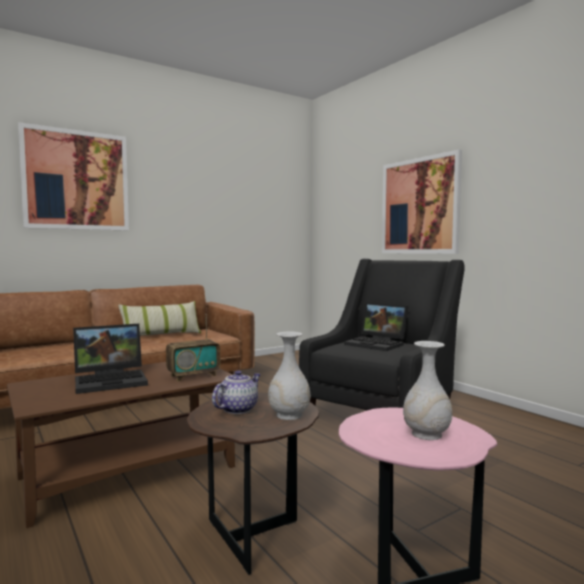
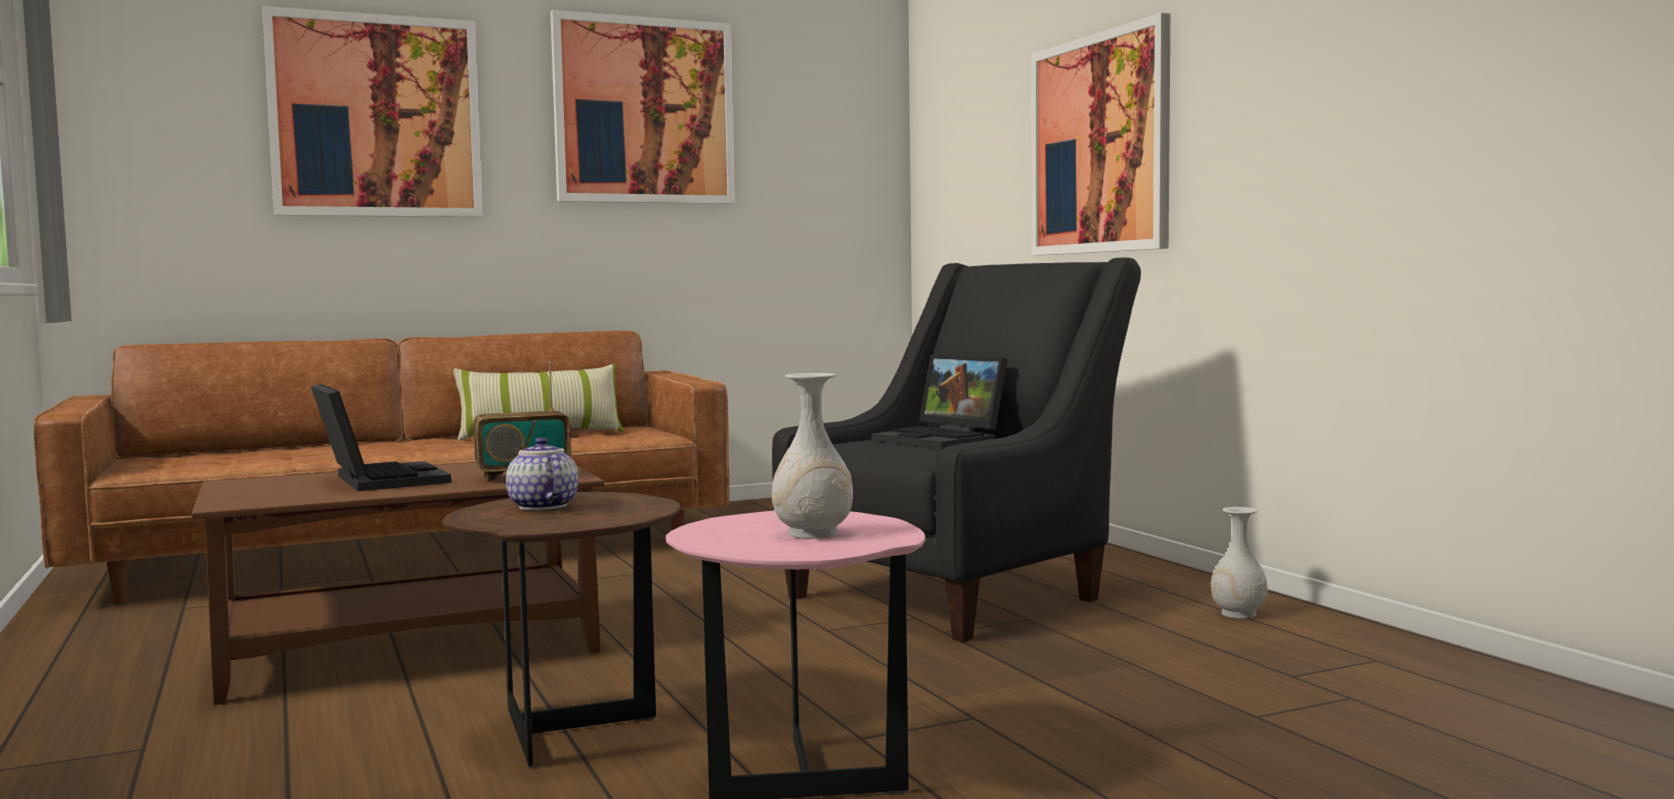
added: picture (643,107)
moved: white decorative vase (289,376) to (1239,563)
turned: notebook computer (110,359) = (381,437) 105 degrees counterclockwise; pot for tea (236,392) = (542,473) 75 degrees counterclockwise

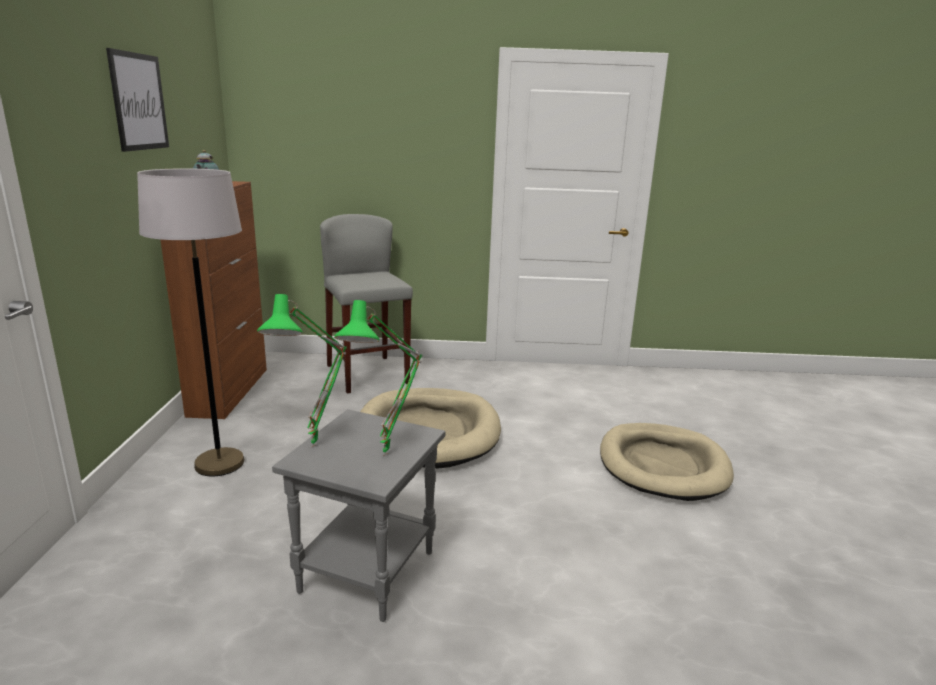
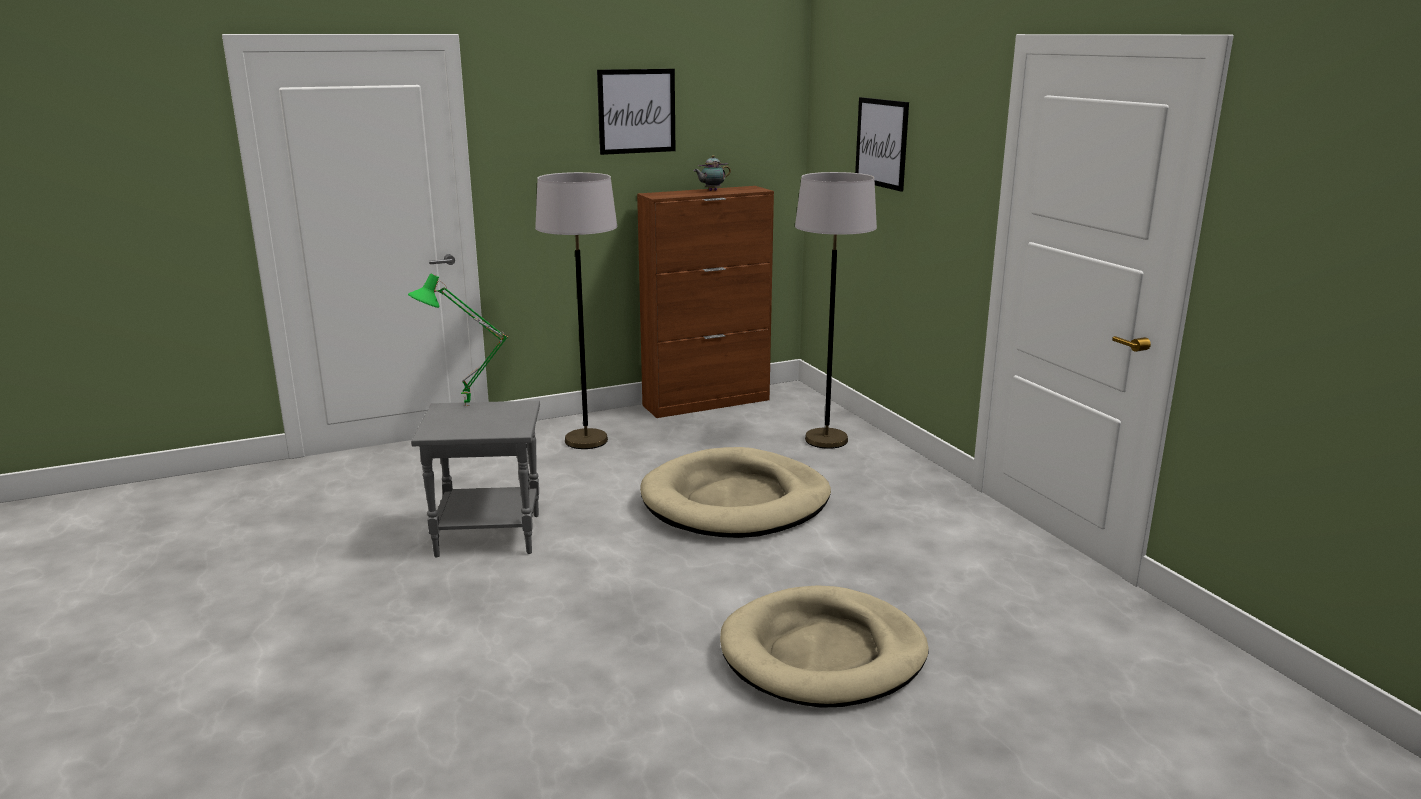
removed: green lamp for a table (378,378)
added: picture (882,144)
replaced: grey stool seat (366,303) to grey standard lamp (836,310)

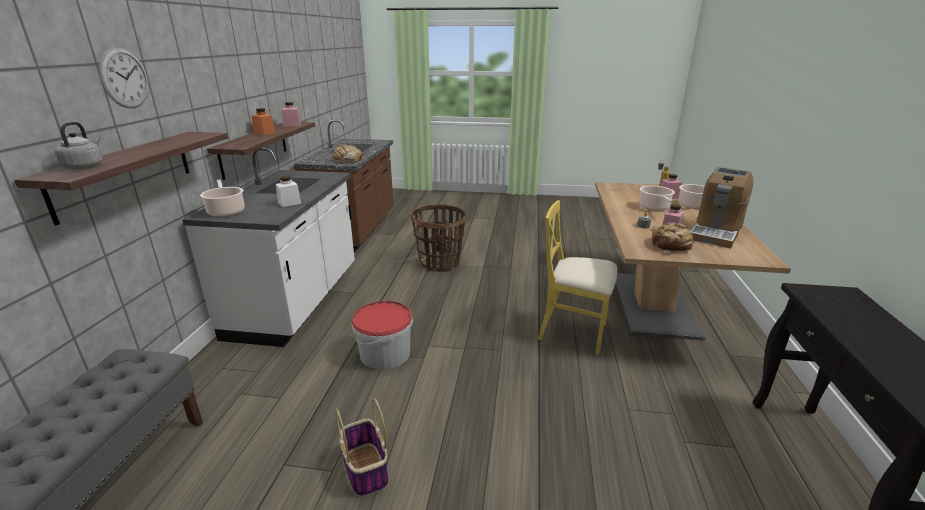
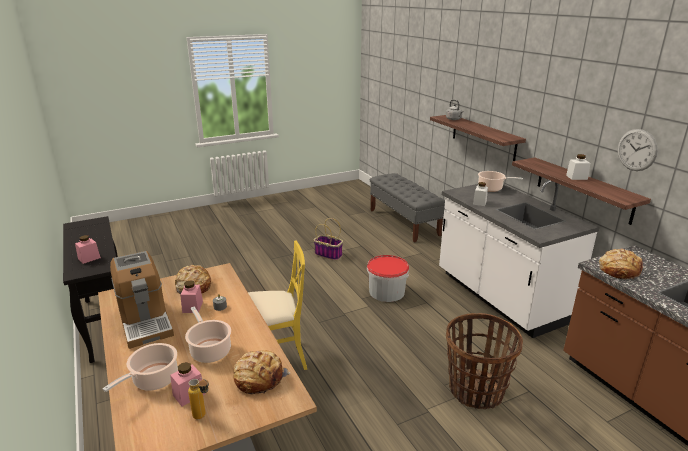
added: baked bread (262,372)
moved: wall clock (123,77) to (637,150); pinkish jar (291,114) to (88,249)
recoloured: orange-coloured jar (264,121) to white jar (578,167)
turned: coffee machine (722,208) = (142,300) 150 degrees clockwise

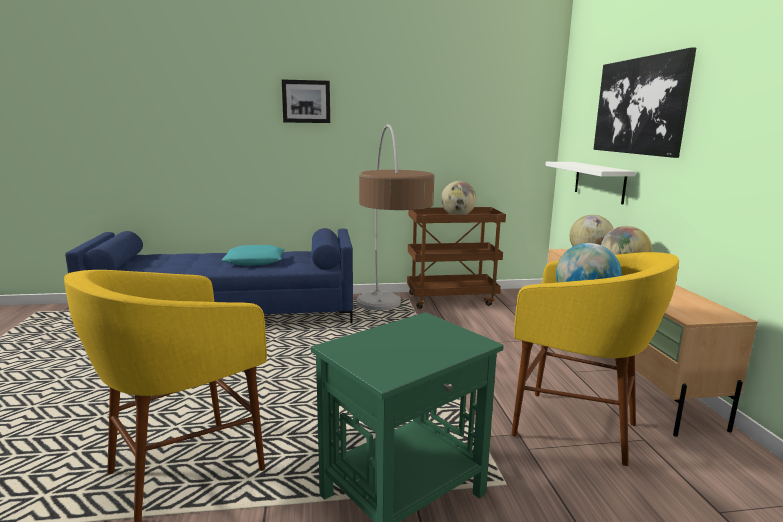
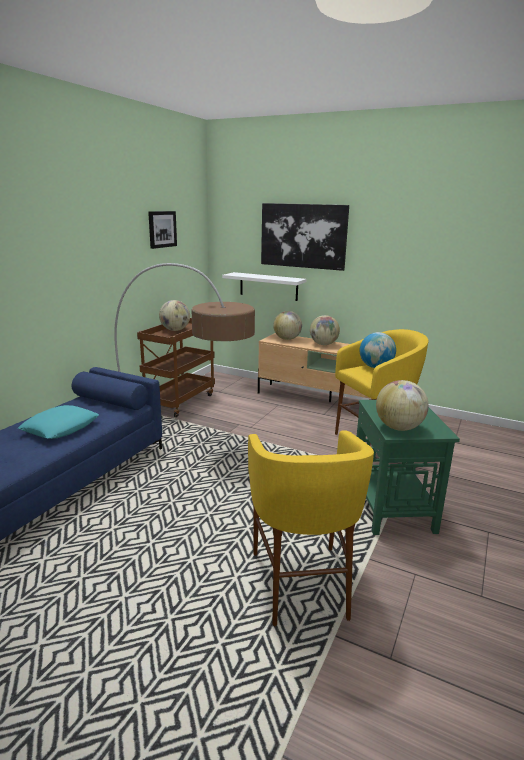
added: desk globe (402,405)
moved: picture (306,101) to (162,230)

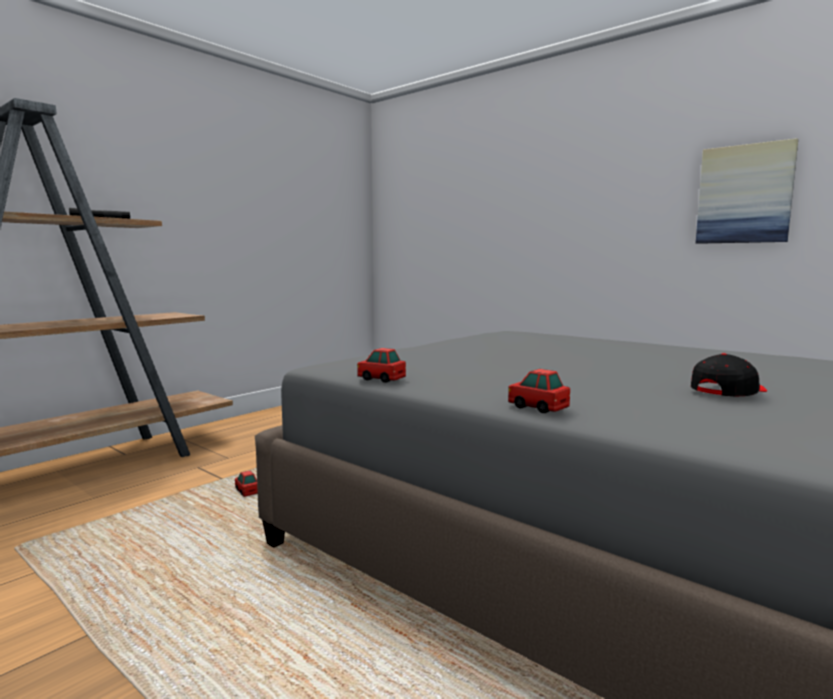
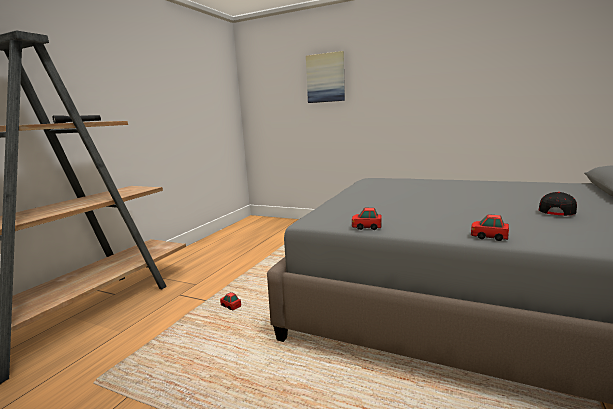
moved: picture (747,191) to (325,77)

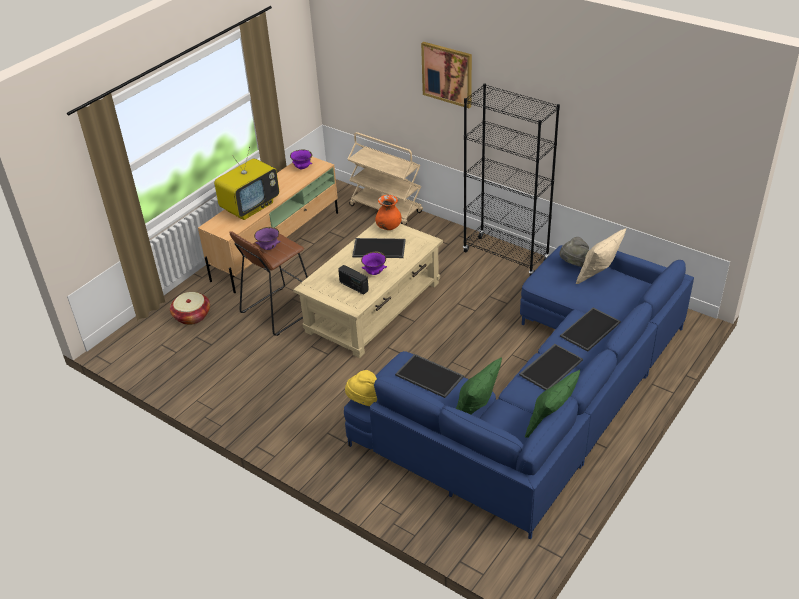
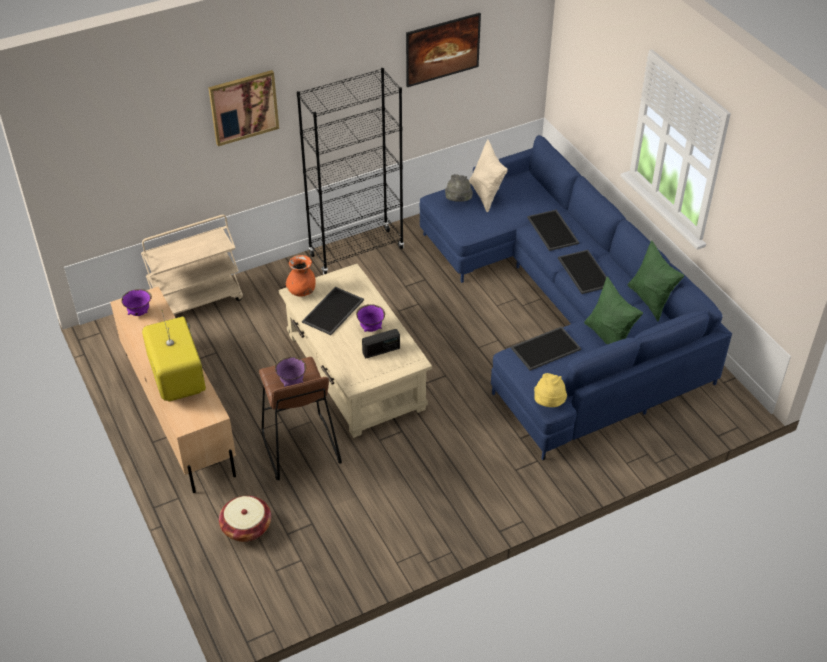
added: picture (443,50)

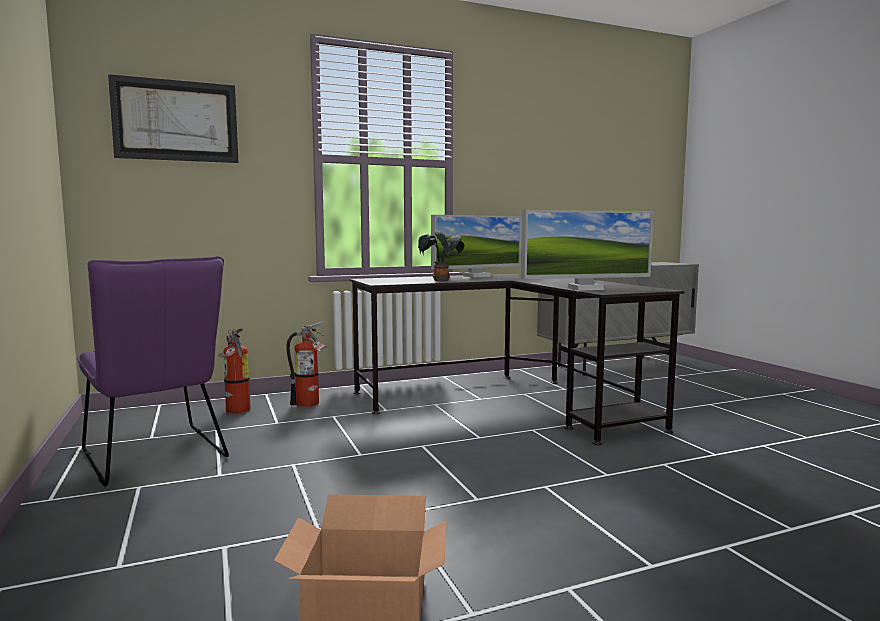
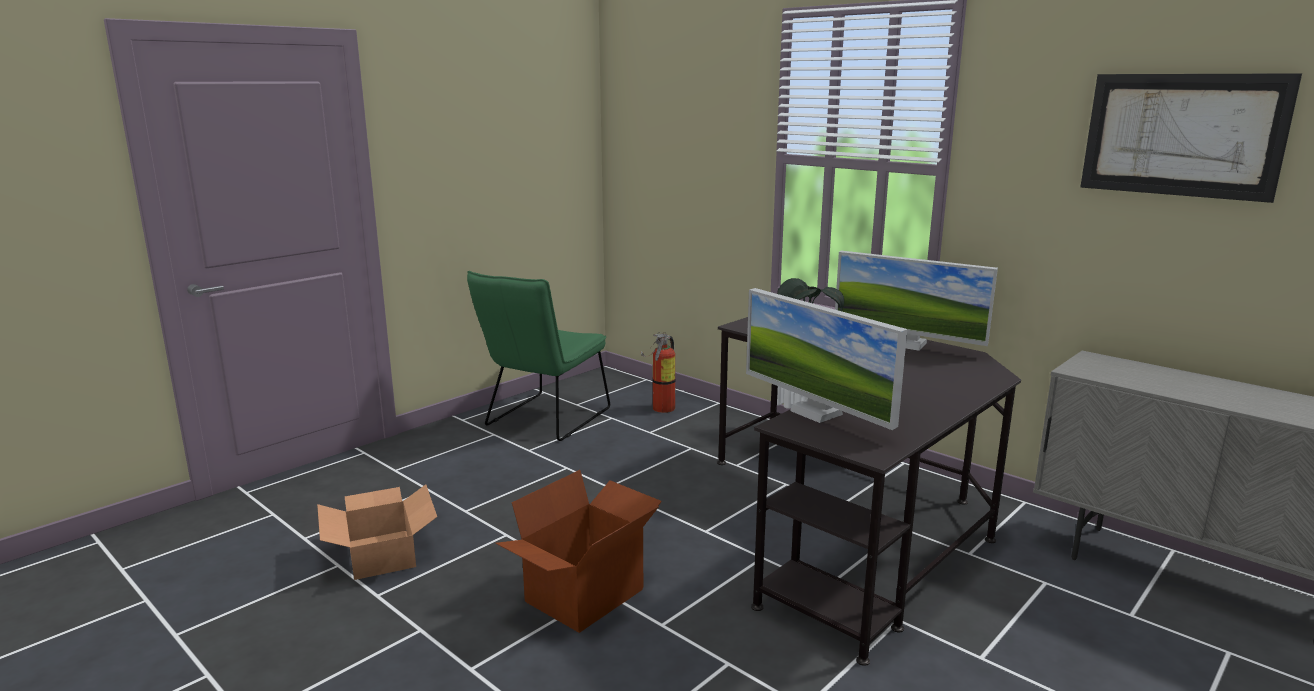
removed: extinguisher (307,364)
added: packing box (578,551)
moved: picture (173,118) to (1191,138)
recoloured: purple upright chair (153,371) to green upright chair (538,356)

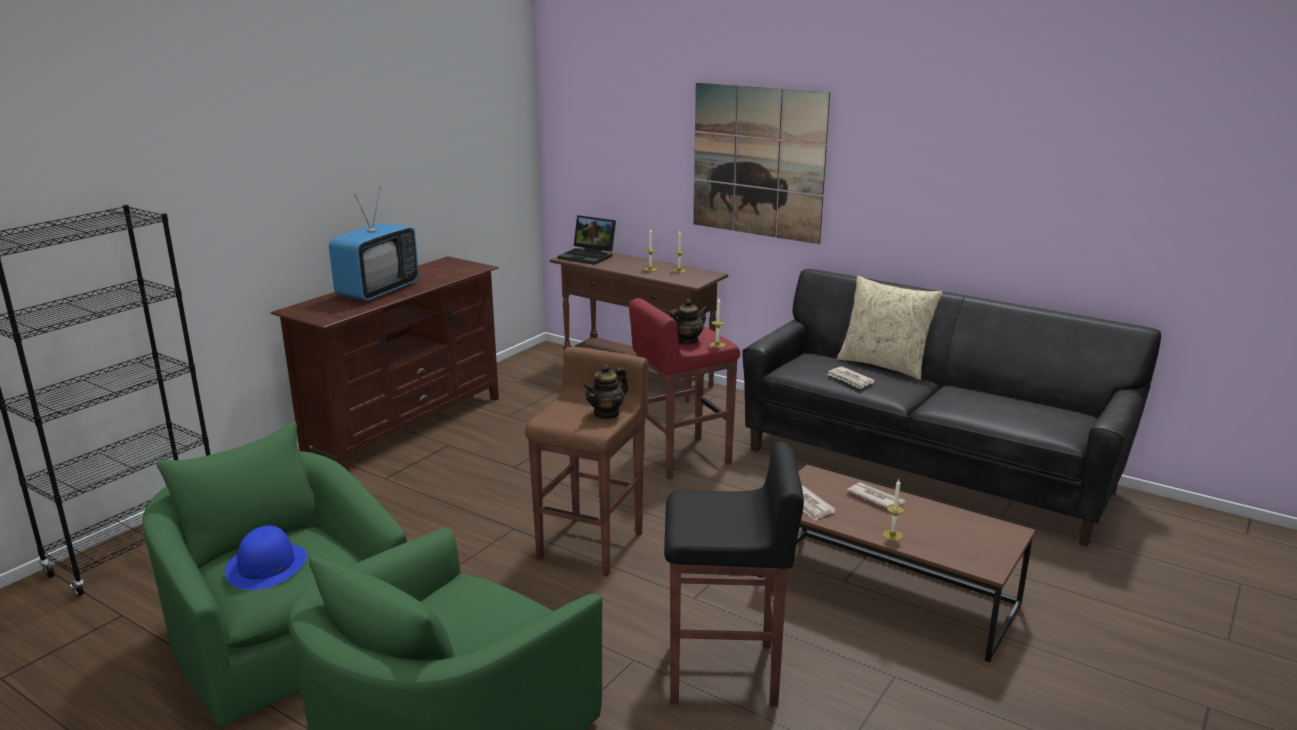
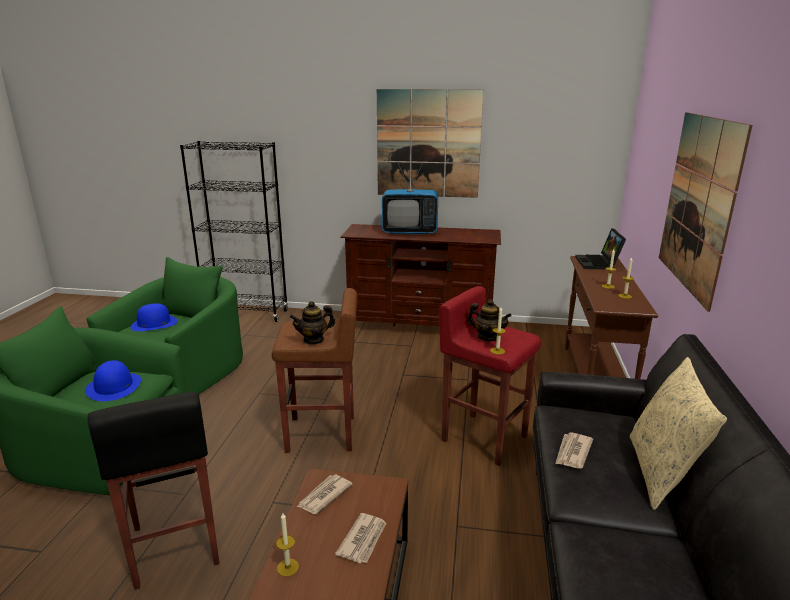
added: picture (430,143); bluish hat (113,380)
turned: pot for tea (605,392) = (312,323) 45 degrees counterclockwise

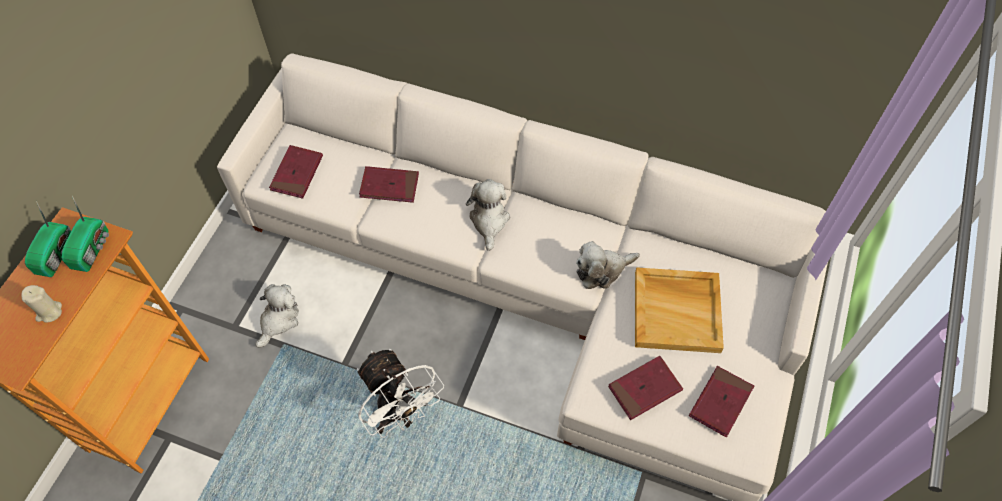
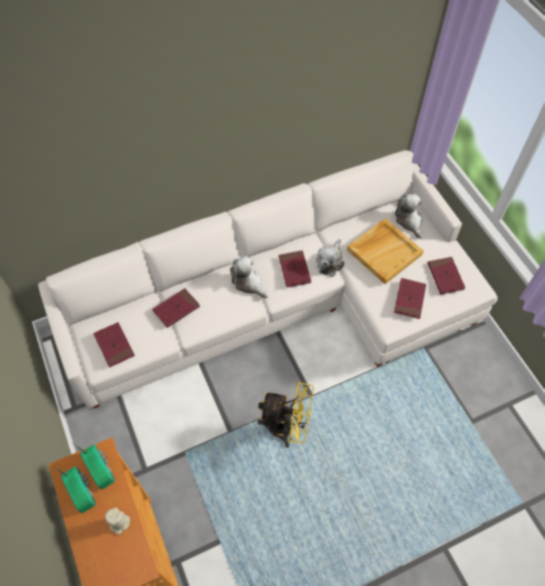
added: reddish bound book (294,269)
moved: soft toy (277,316) to (408,216)
recoloured: white cooling fan (400,393) to yellow-coloured cooling fan (285,414)

